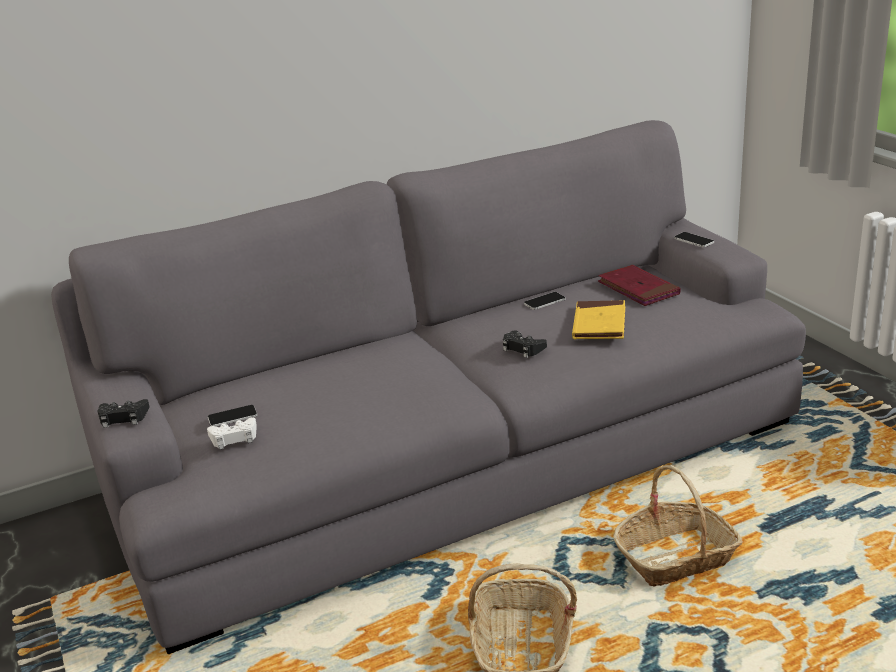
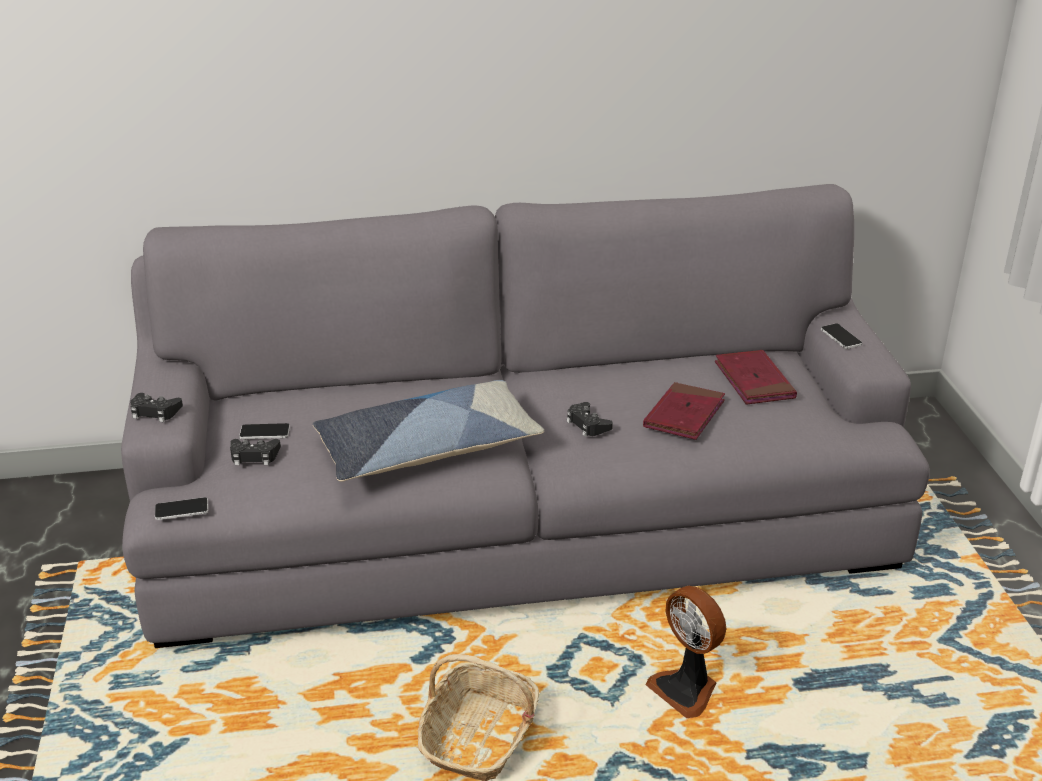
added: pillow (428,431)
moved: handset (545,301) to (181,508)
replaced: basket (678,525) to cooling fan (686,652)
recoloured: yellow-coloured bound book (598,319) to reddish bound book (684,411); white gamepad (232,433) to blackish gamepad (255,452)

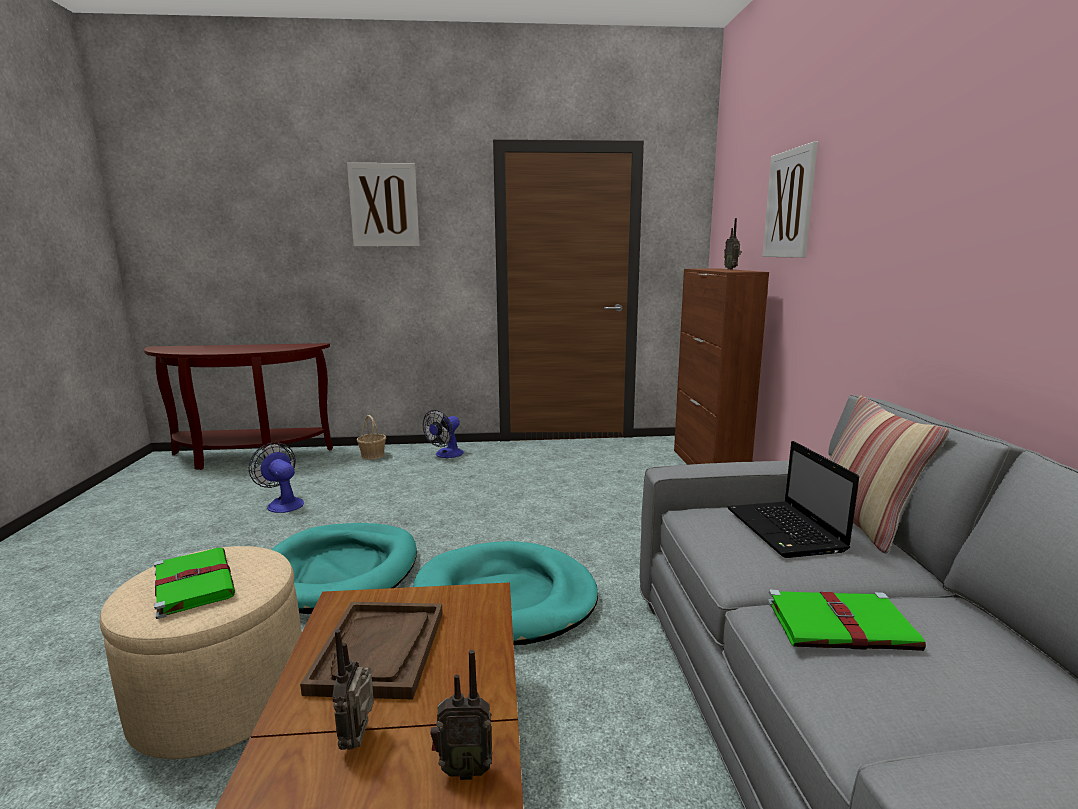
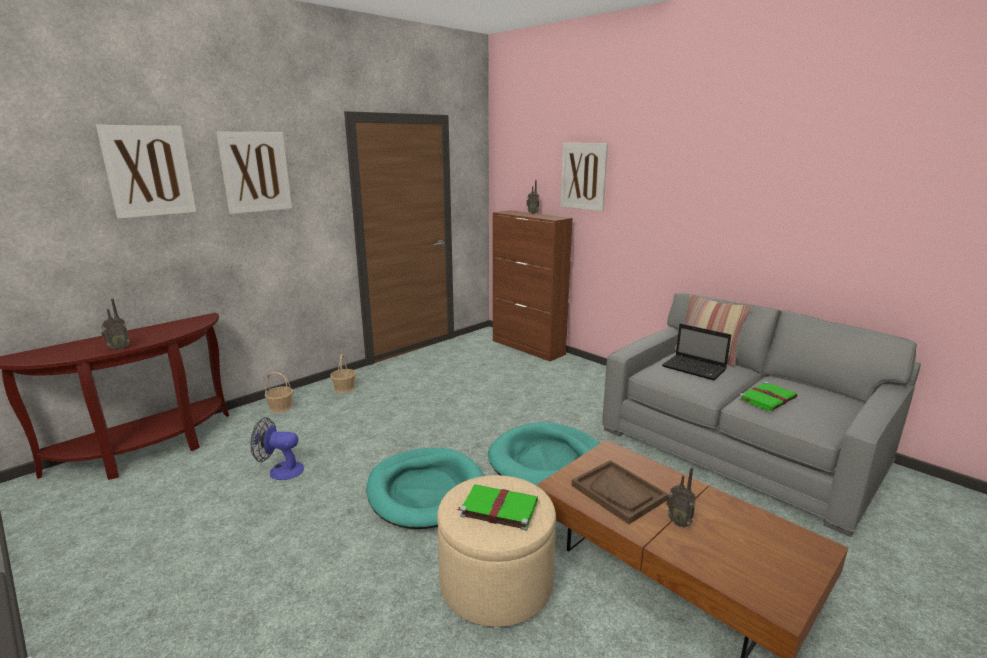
added: picture (146,172)
moved: radio receiver (462,715) to (115,324)
replaced: cooling fan (443,434) to basket (343,373)

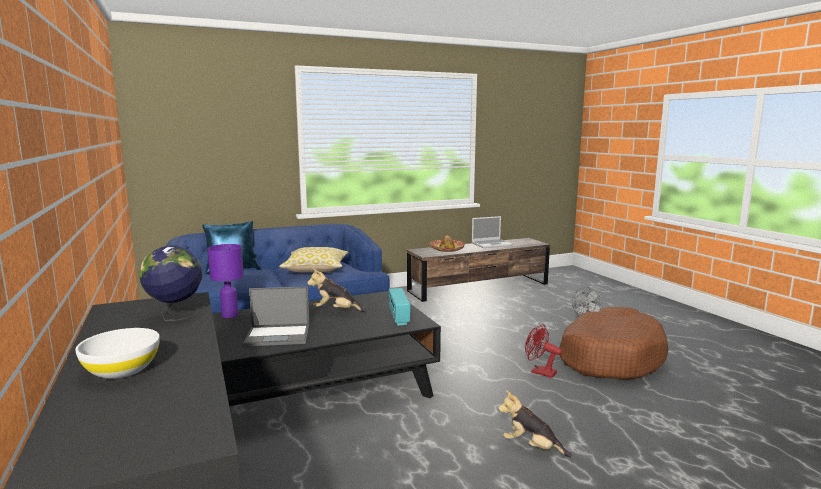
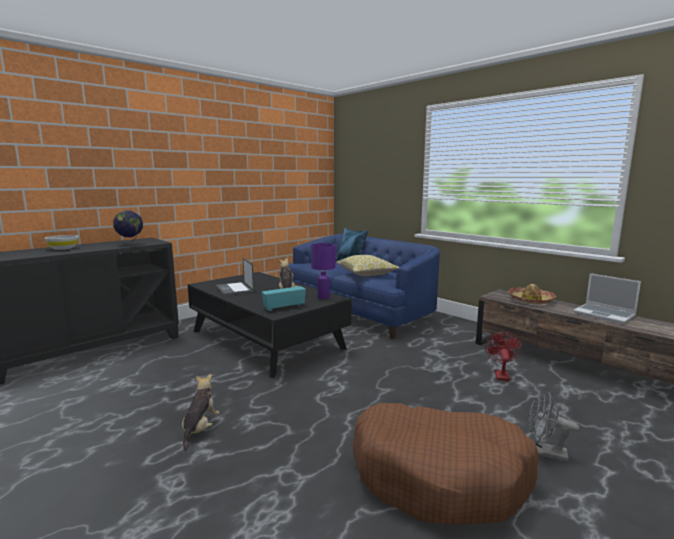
moved: purple lamp for a table (226,281) to (323,271); reddish cooling fan (543,351) to (504,356)

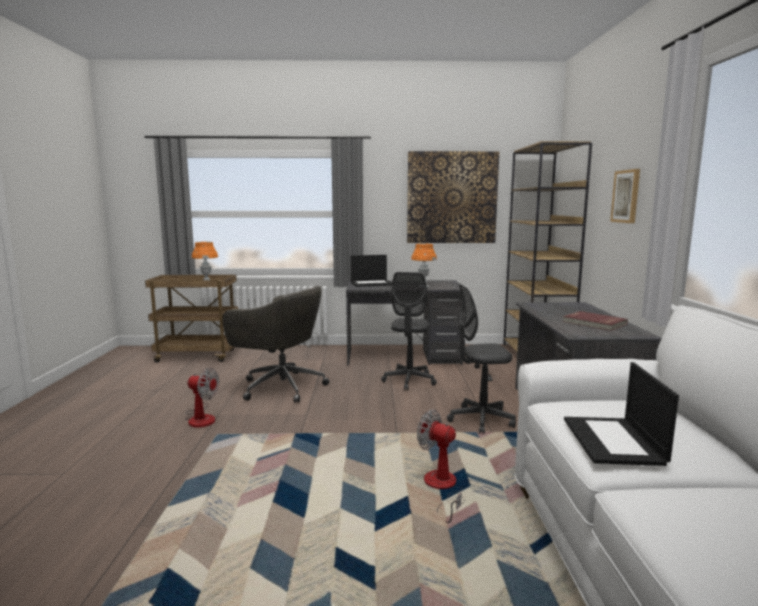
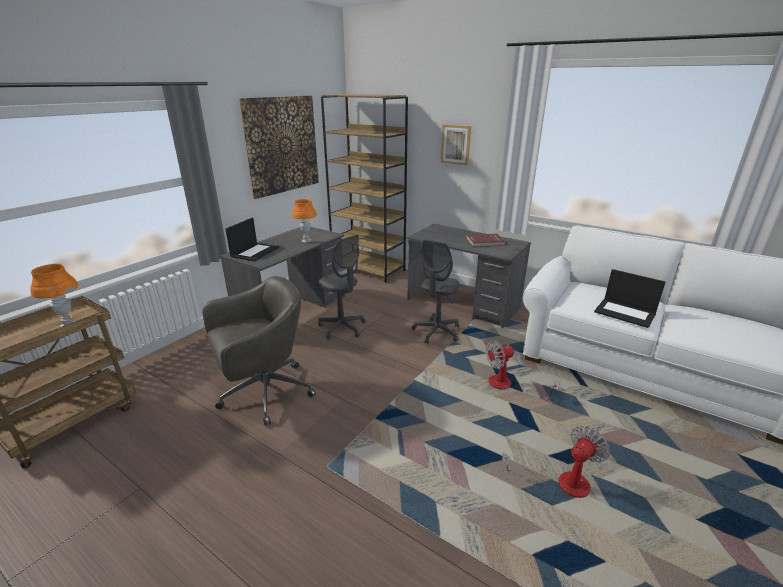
moved: cooling fan (202,398) to (556,462)

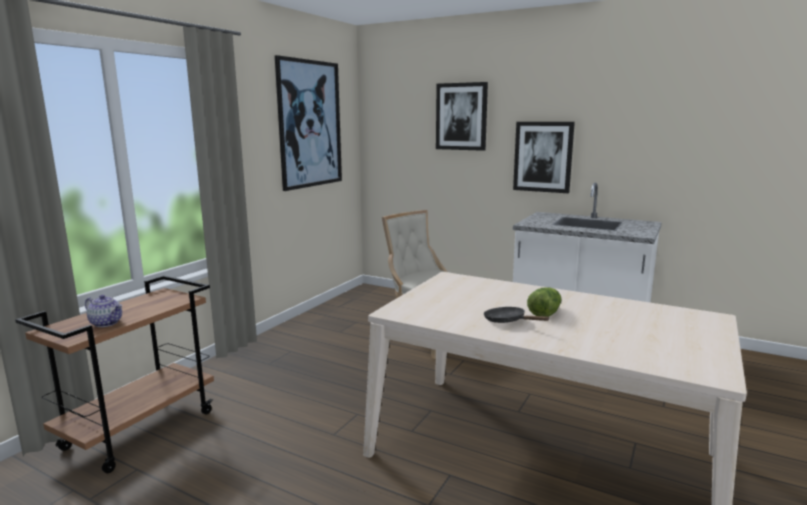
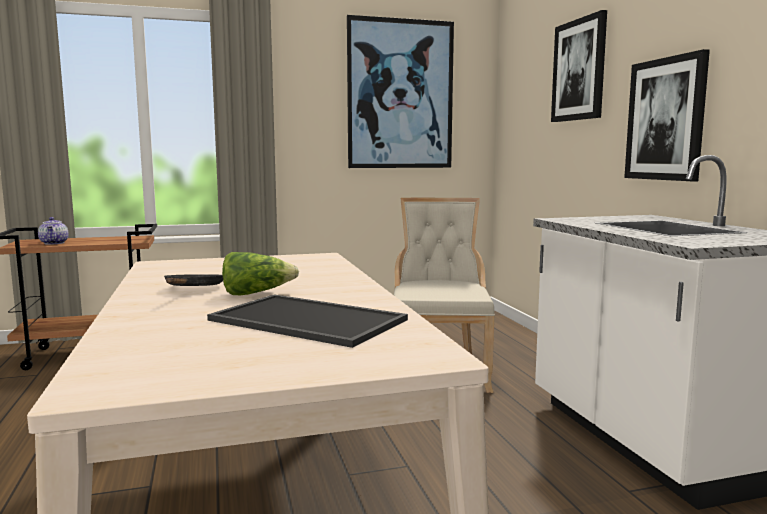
added: carrying tray (307,321)

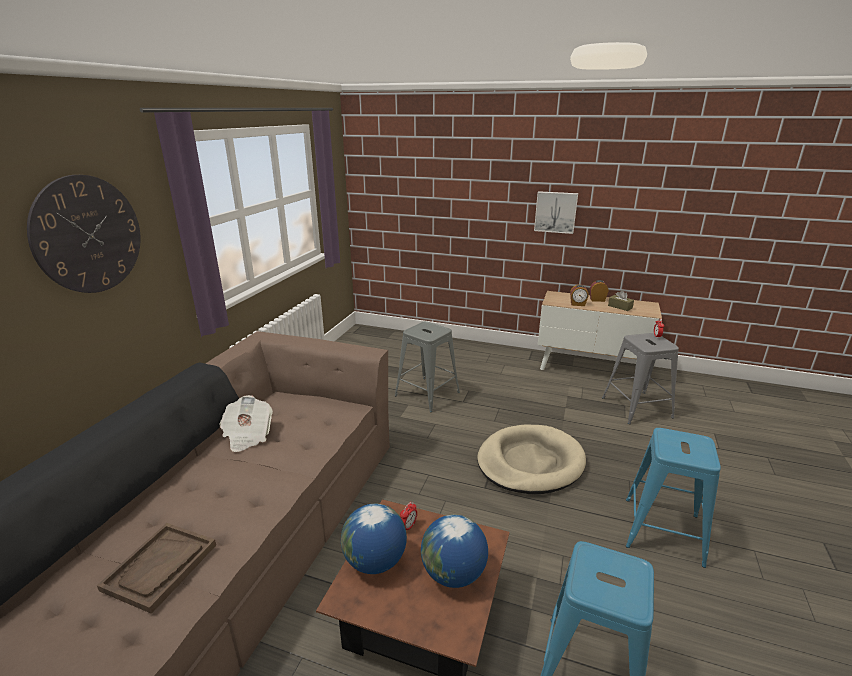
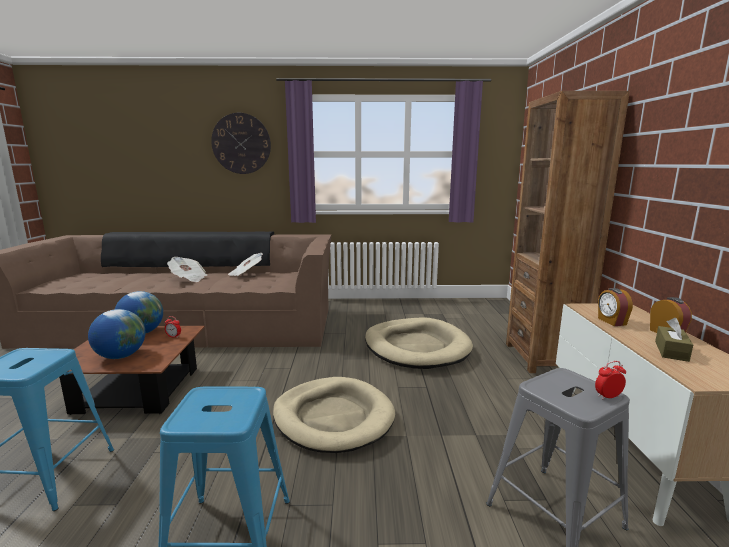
removed: picture (556,212); brown-coloured carrying tray (156,568)
added: brown-coloured bookshelf (568,232); daily paper (187,269)
replaced: grey stool seat (427,366) to beige-coloured pet bed (419,343)

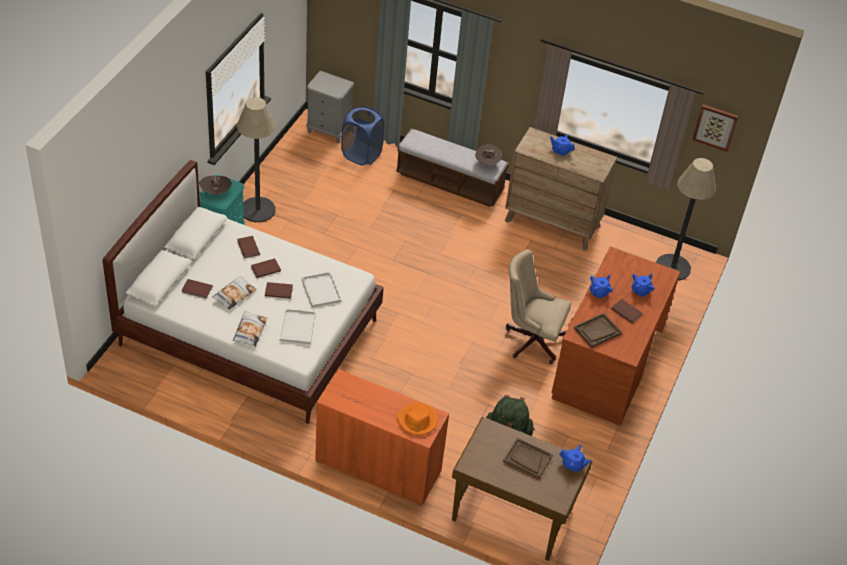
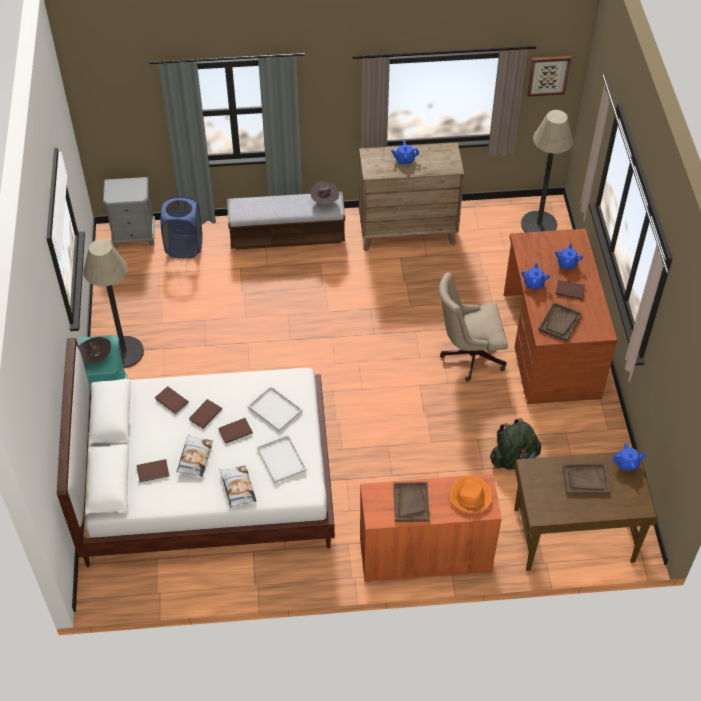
added: brown-coloured carrying tray (411,502)

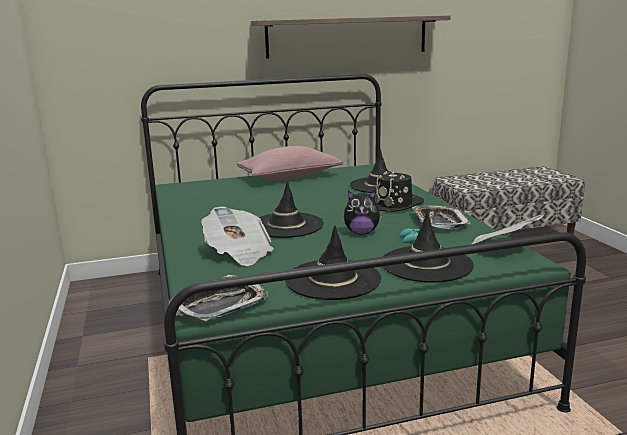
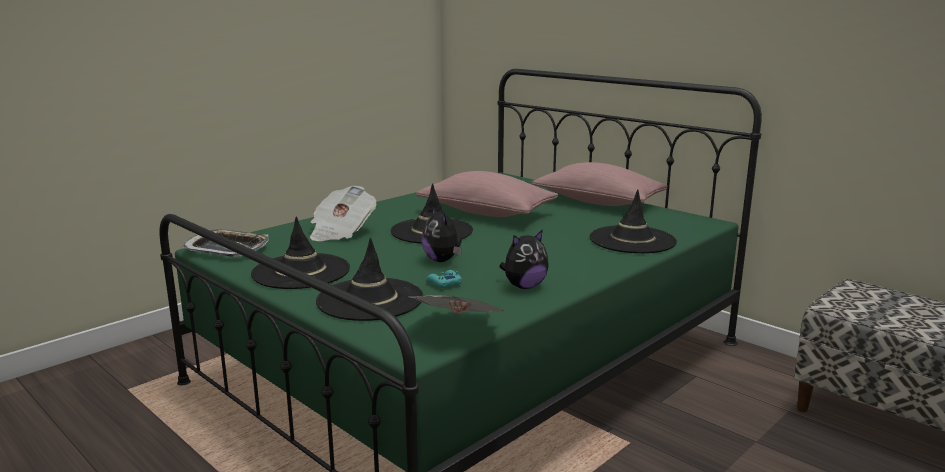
removed: shelf (351,37); blackish hat (399,191)
added: pinkish pillow (487,194)
replaced: carrying tray (441,217) to soft toy (524,259)

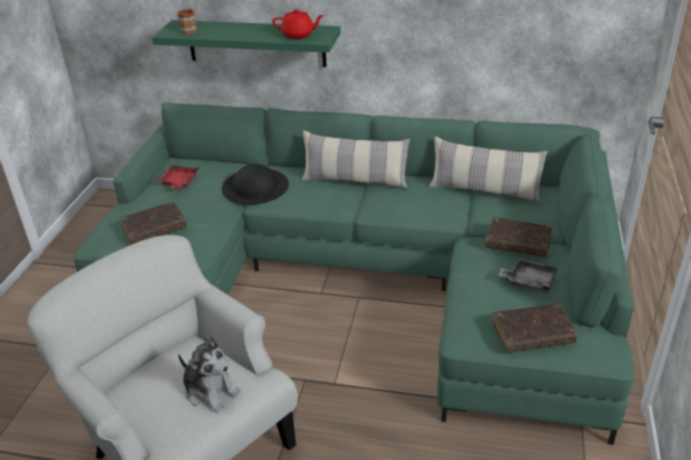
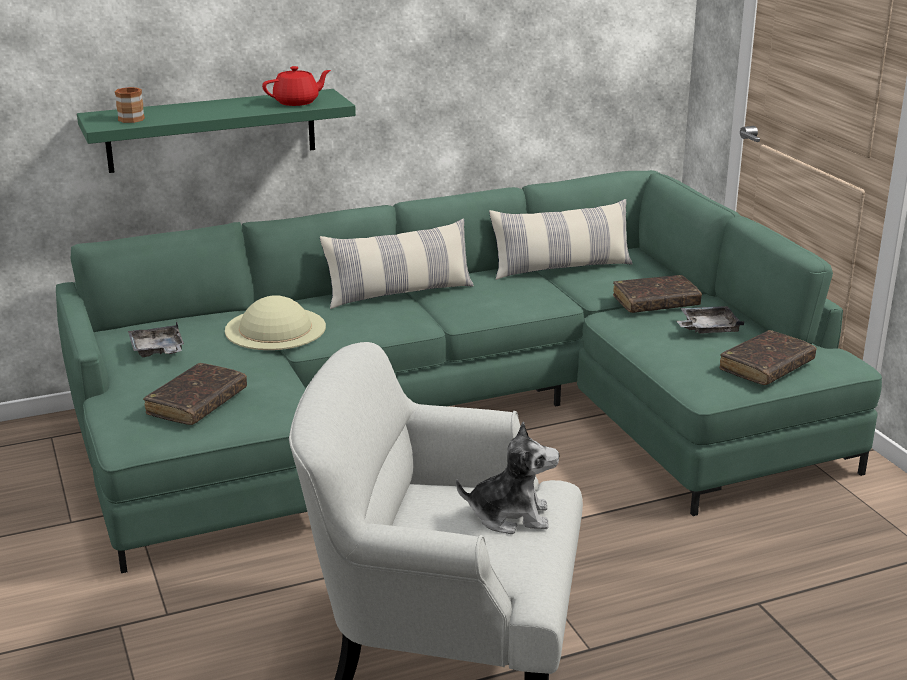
recoloured: blackish hat (255,184) to beige-coloured hat (275,322); reddish carrying tray (178,177) to grey carrying tray (156,339)

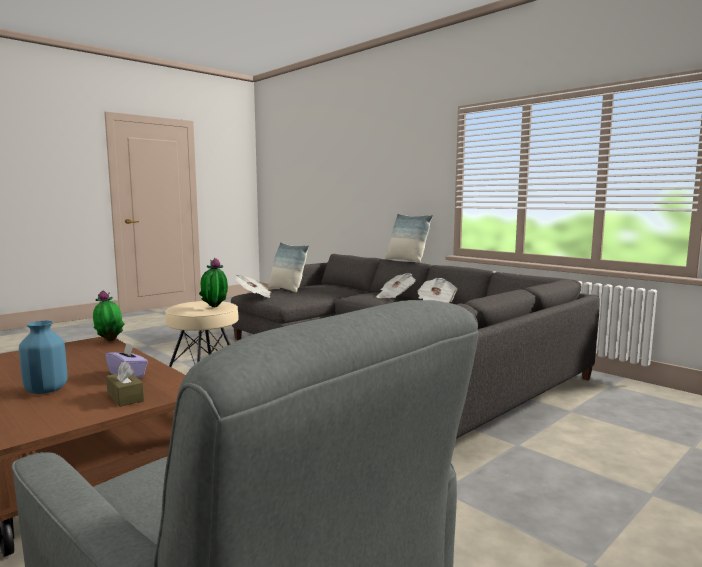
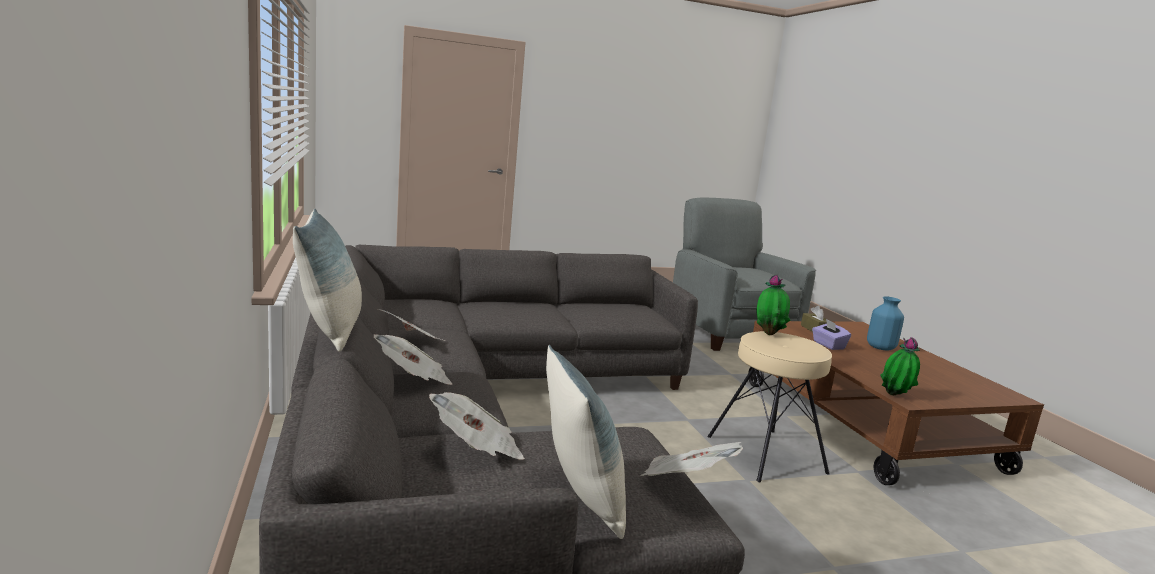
added: daily paper (477,426)

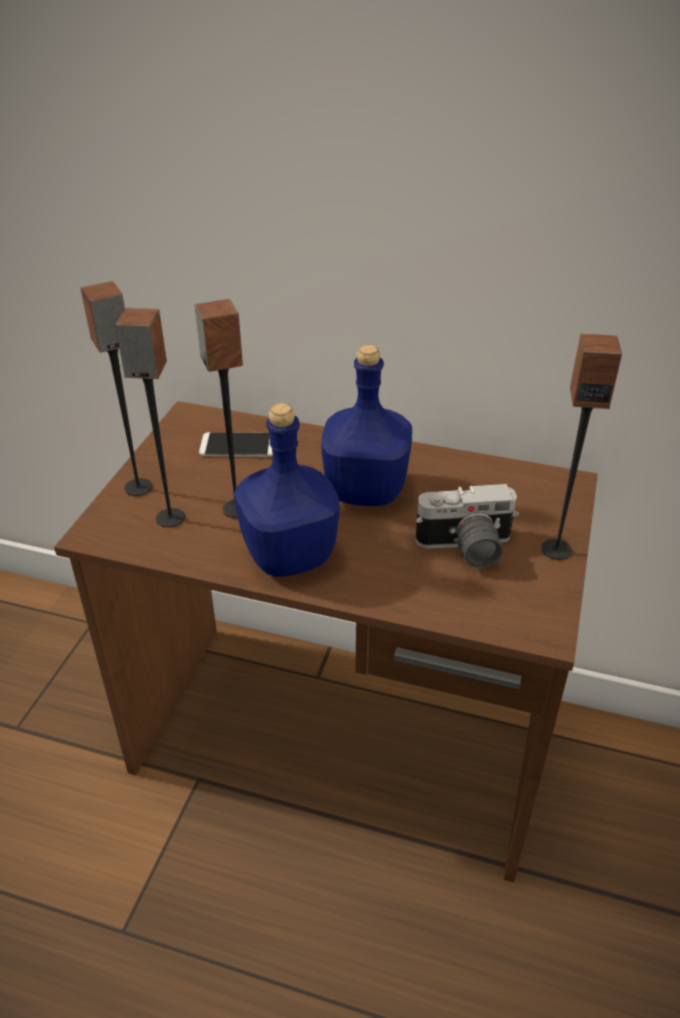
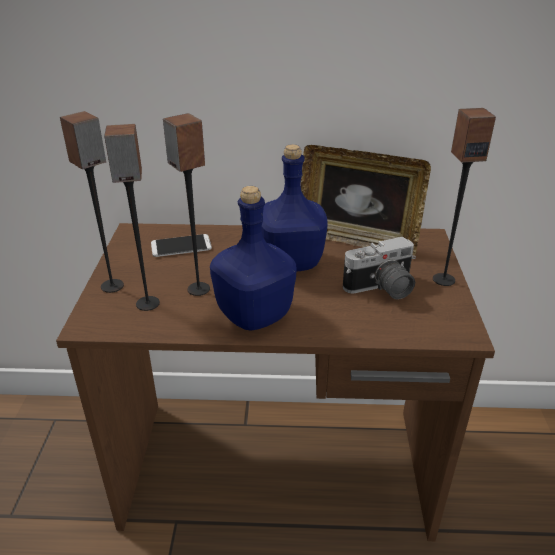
added: standing frame (366,201)

